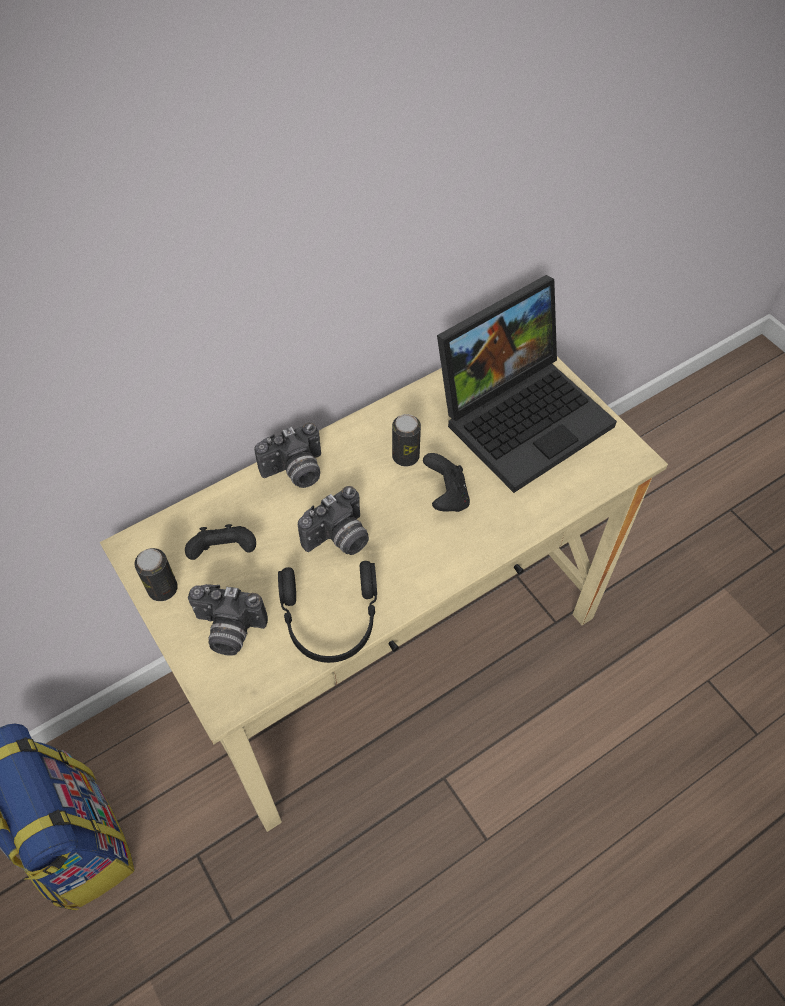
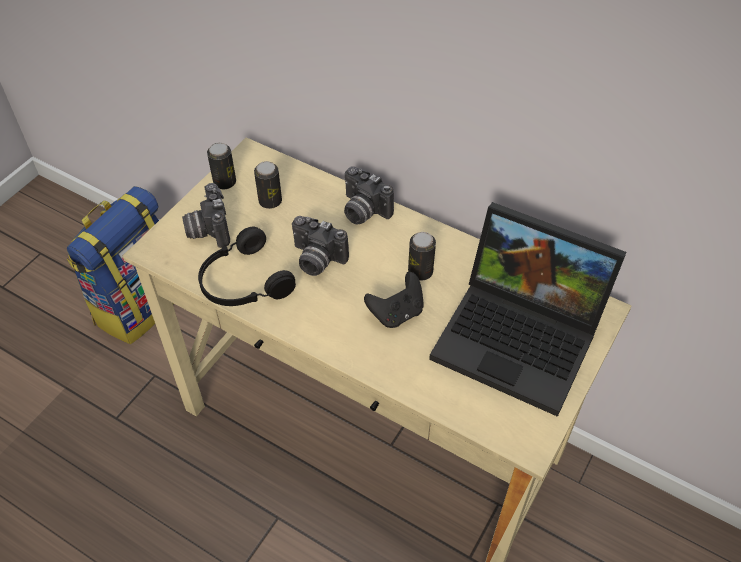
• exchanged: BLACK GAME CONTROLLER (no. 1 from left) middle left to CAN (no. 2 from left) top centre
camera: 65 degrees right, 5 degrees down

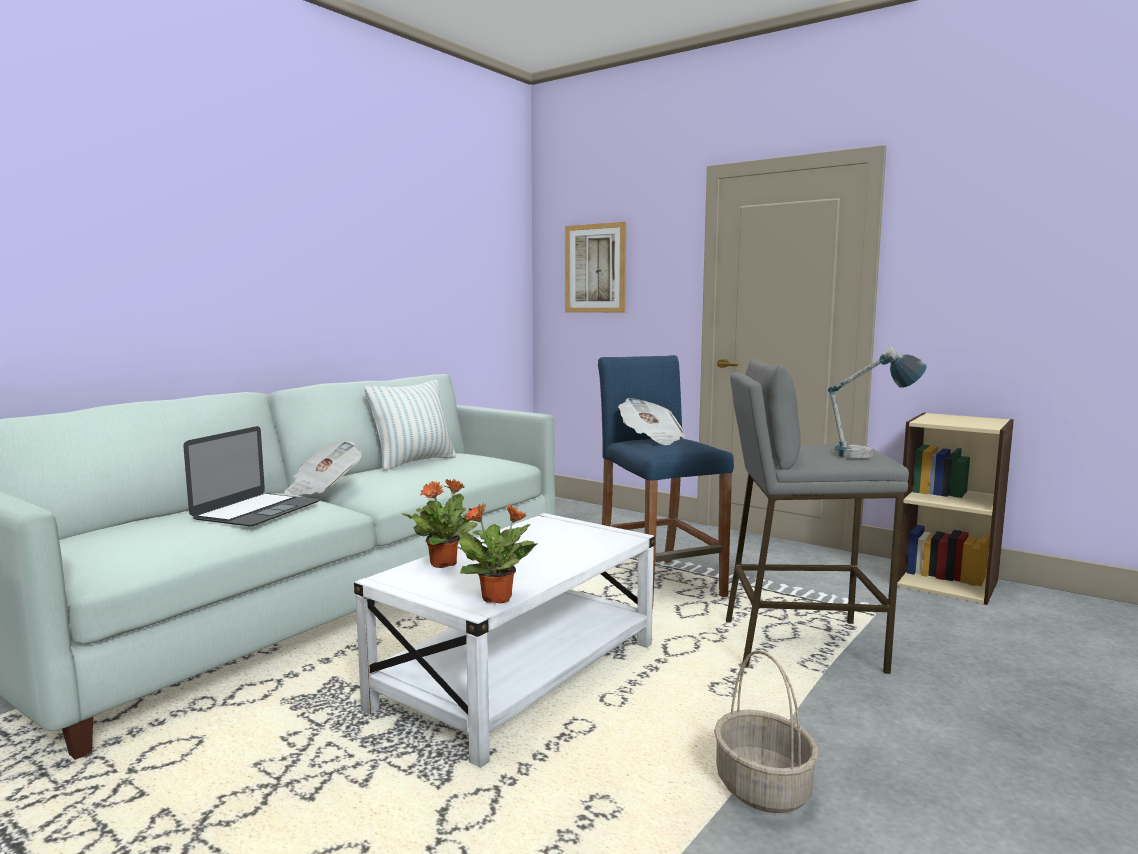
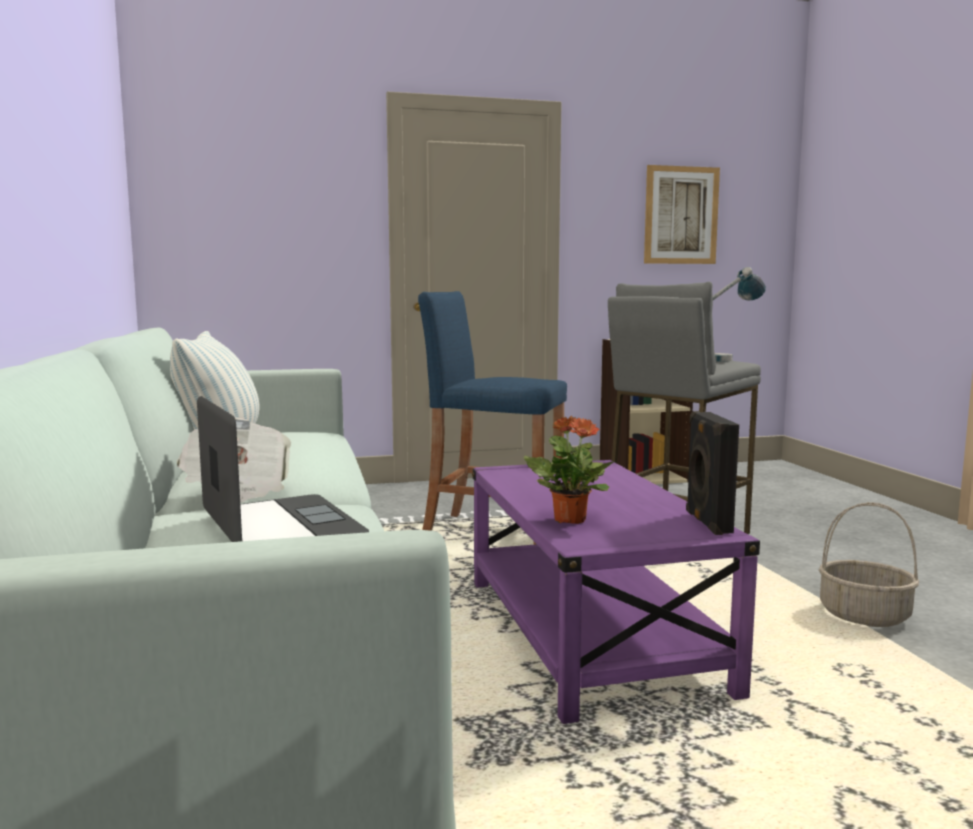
• relocated: PICTURE top centre to top right
• missing: NEWSPAPER (no. 2 from left) centre
• exchanged: POTTED PLANT (no. 2 from left) centre to BLACK SPEAKER middle right
• colour: WHITE COFFEE TABLE bottom centre to PURPLE COFFEE TABLE bottom centre
camera: 50 degrees left, 0 degrees up

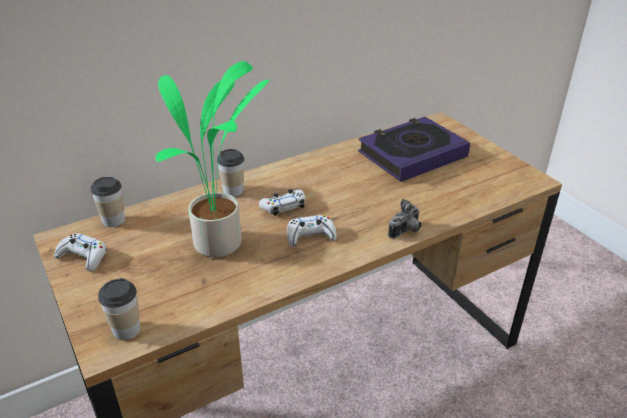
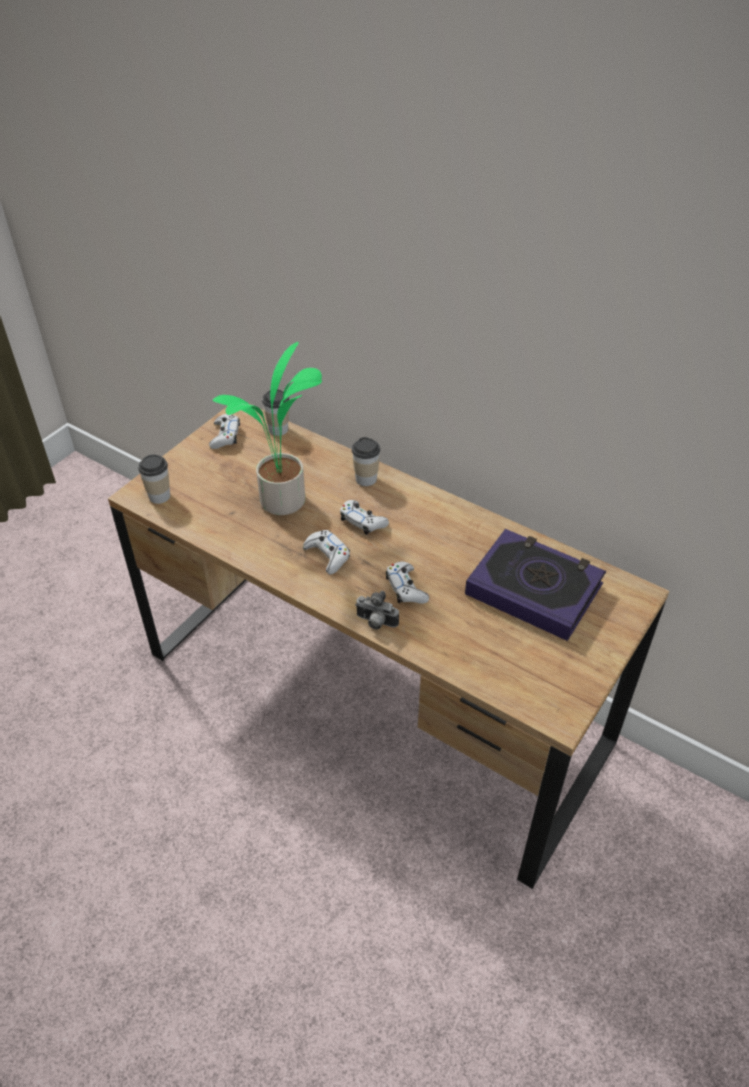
• appeared: WHITE GAME CONTROLLER (no. 4 from left) centre
camera: 65 degrees right, 10 degrees up

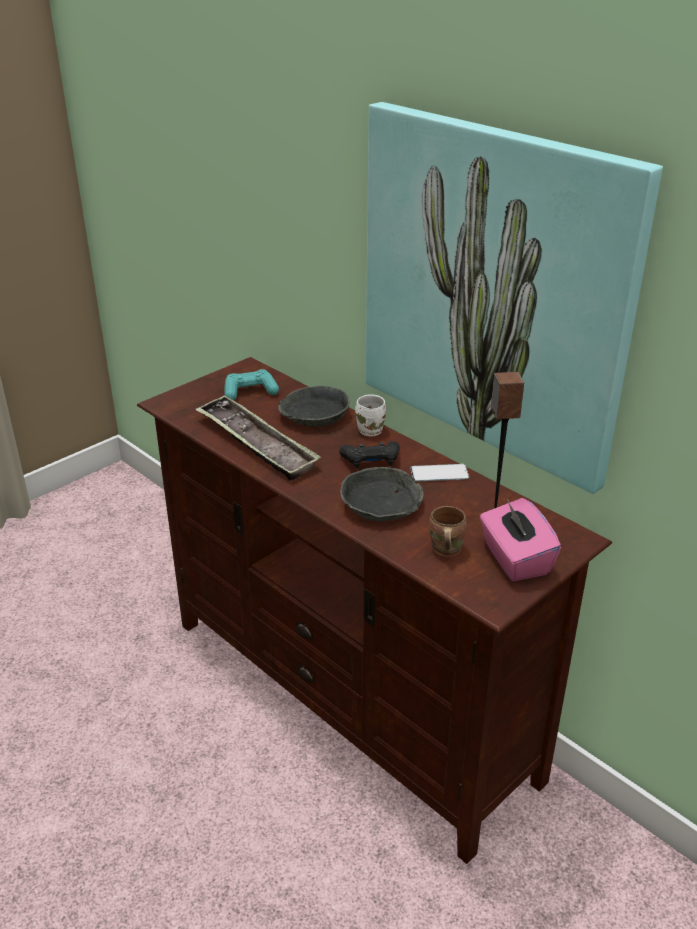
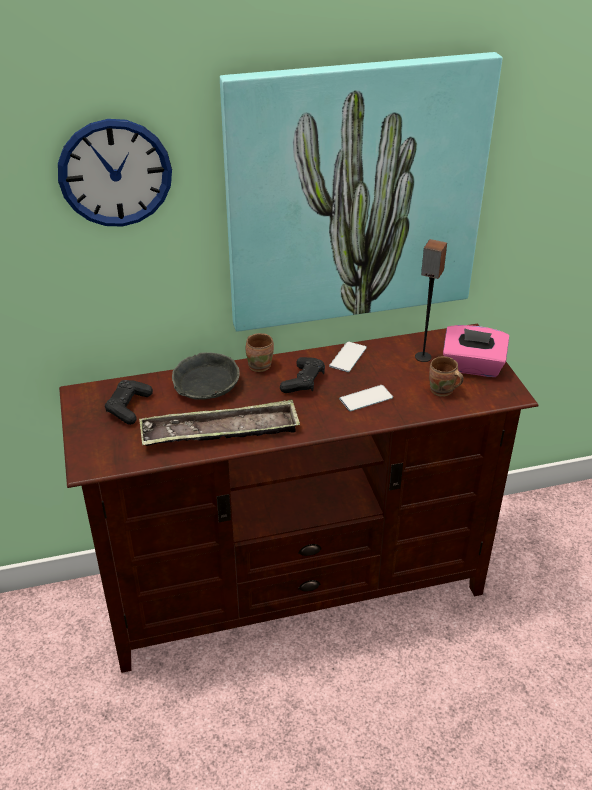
• colour: TURQUOISE GAME CONTROLLER centre to BLACK GAME CONTROLLER (no. 1 from left) middle left
• colour: WHITE MUG centre to BROWN MUG (no. 1 from left) centre
• exchanged: GREY BOWL (no. 2 from left) centre to PHONE (no. 2 from left) centre
• appeared: WALL CLOCK top left
camera: 60 degrees left, 5 degrees up

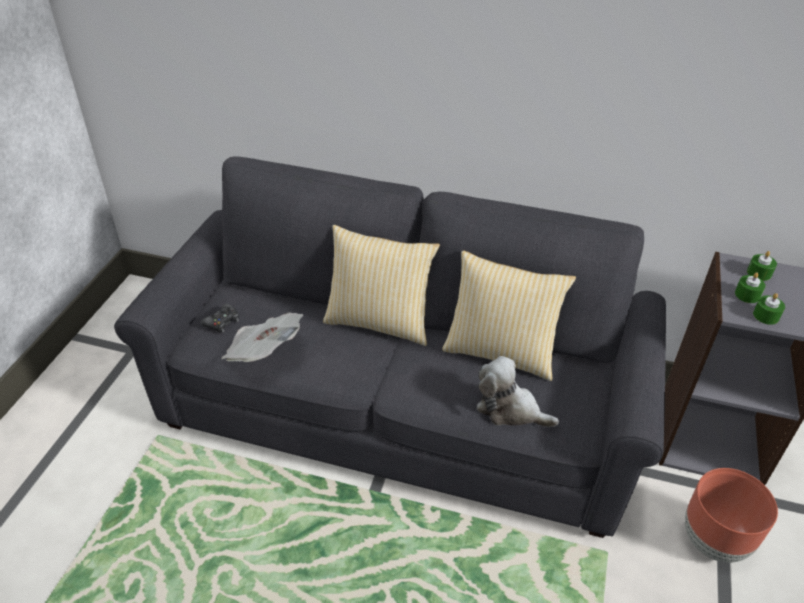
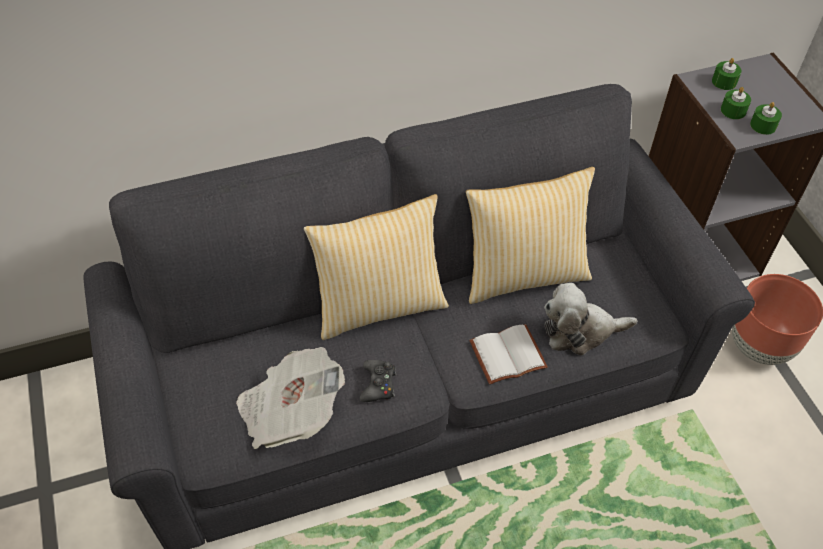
• relocated: BLACK GAME CONTROLLER middle left to bottom centre
• appeared: WHITE BOOK centre
camera: 35 degrees left, 10 degrees up

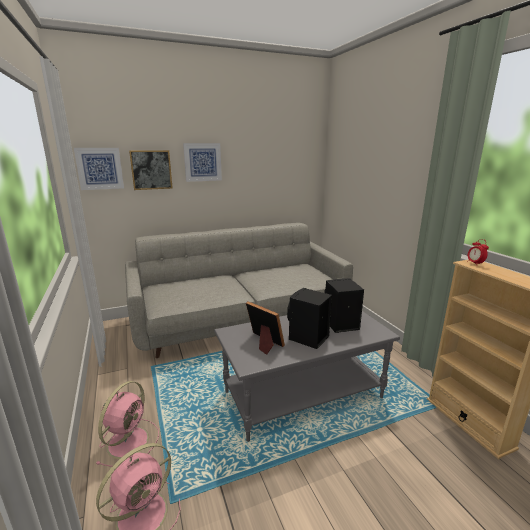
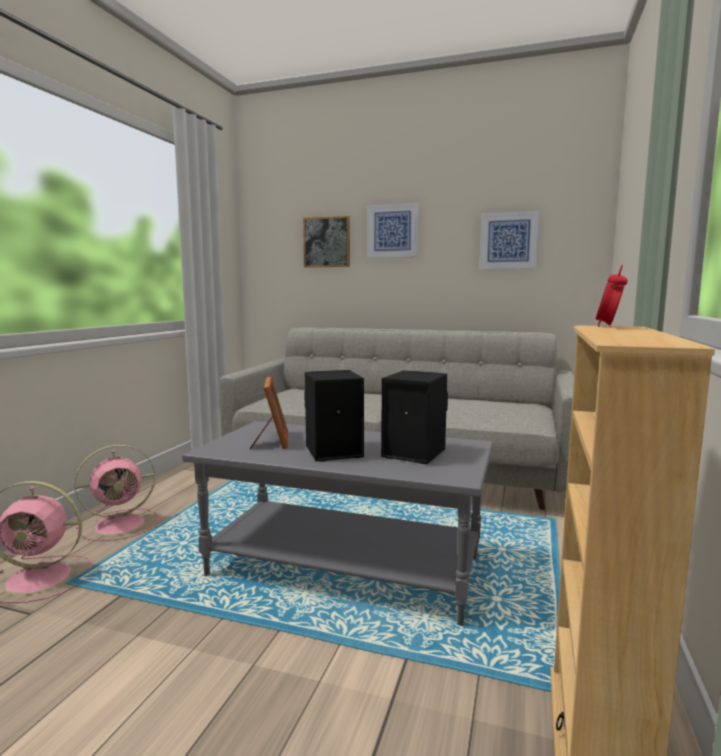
• relocated: PICTURE (no. 1 from left in the first image) top left to PICTURE (no. 3 from left) top right
camera: 40 degrees right, 10 degrees down

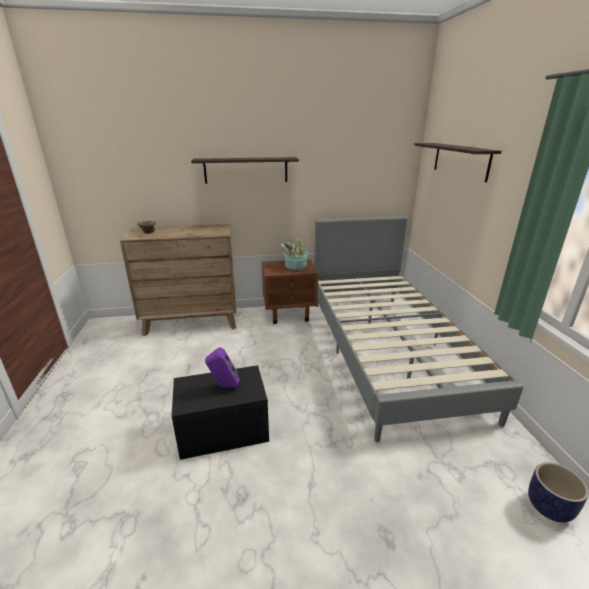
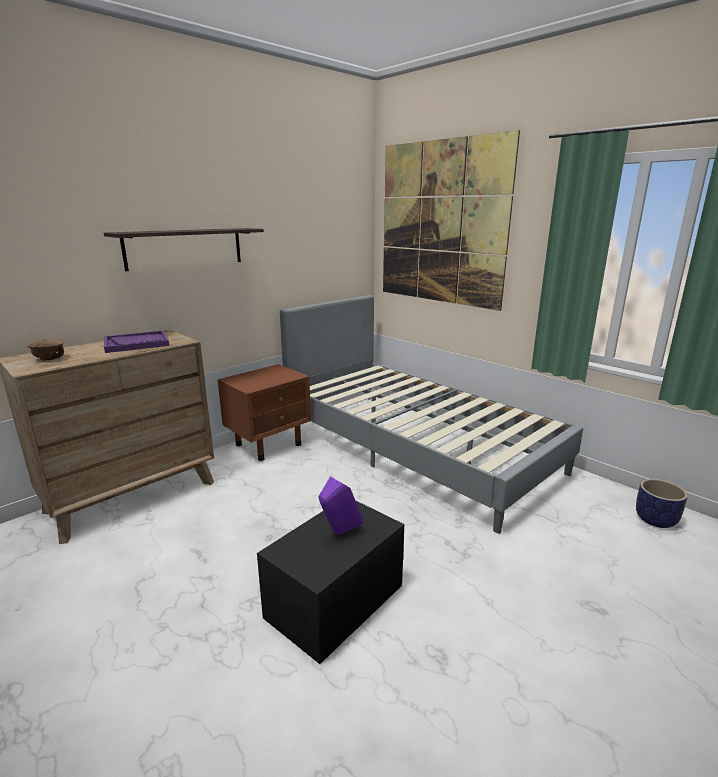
• exchanged: SHELF (no. 2 from left) top right to PICTURE top centre
• missing: POTTED PLANT centre
• appeared: PURPLE TRAY middle left
camera: 35 degrees left, 5 degrees down

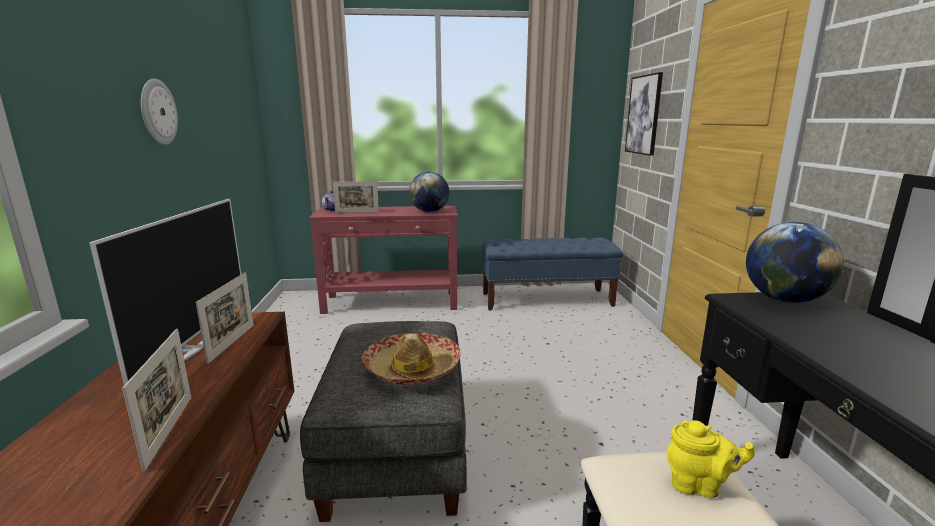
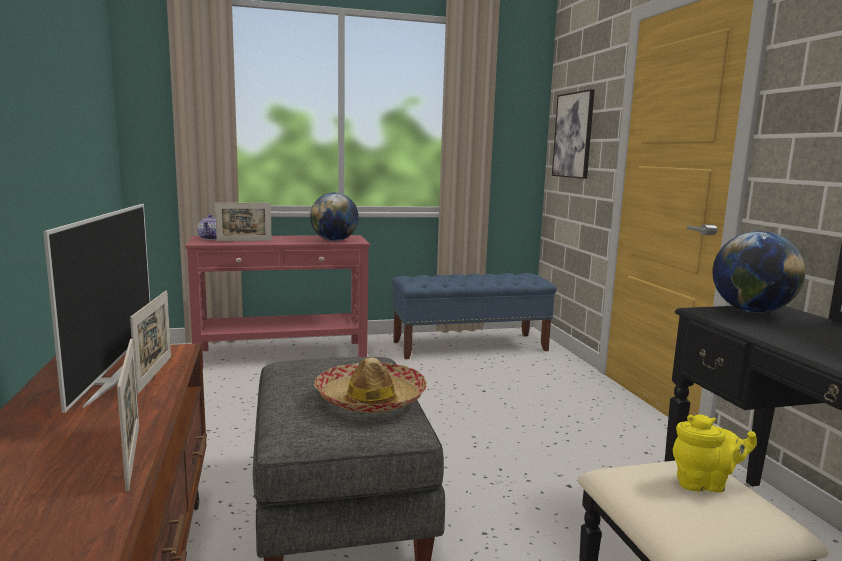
• missing: WALL CLOCK top left
camera: 10 degrees left, 5 degrees down

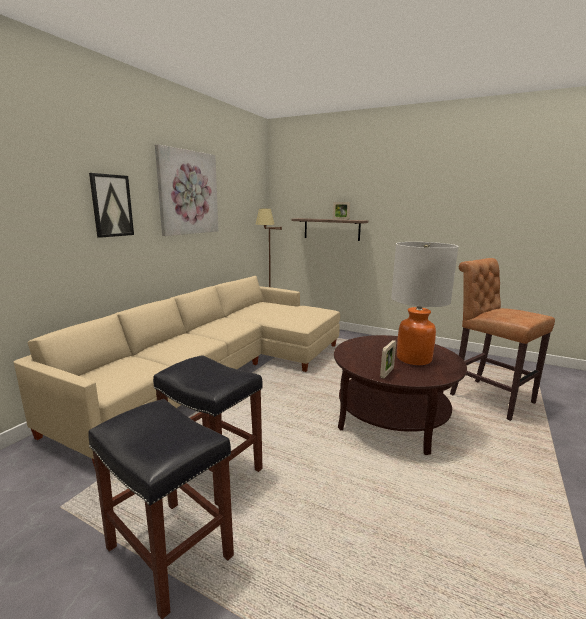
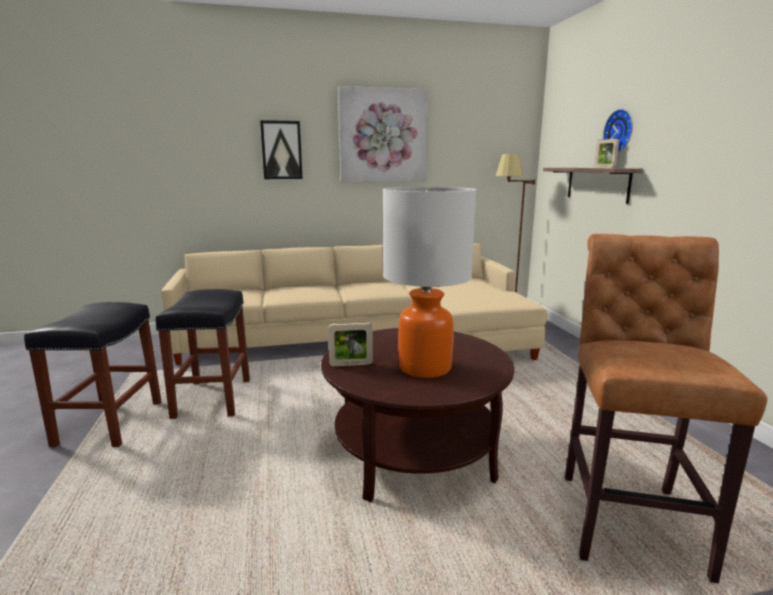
• appeared: WALL CLOCK top right
camera: 50 degrees right, 0 degrees up

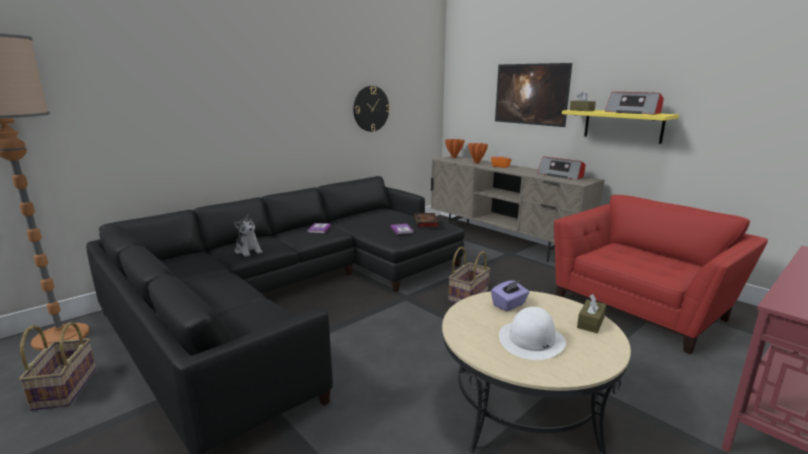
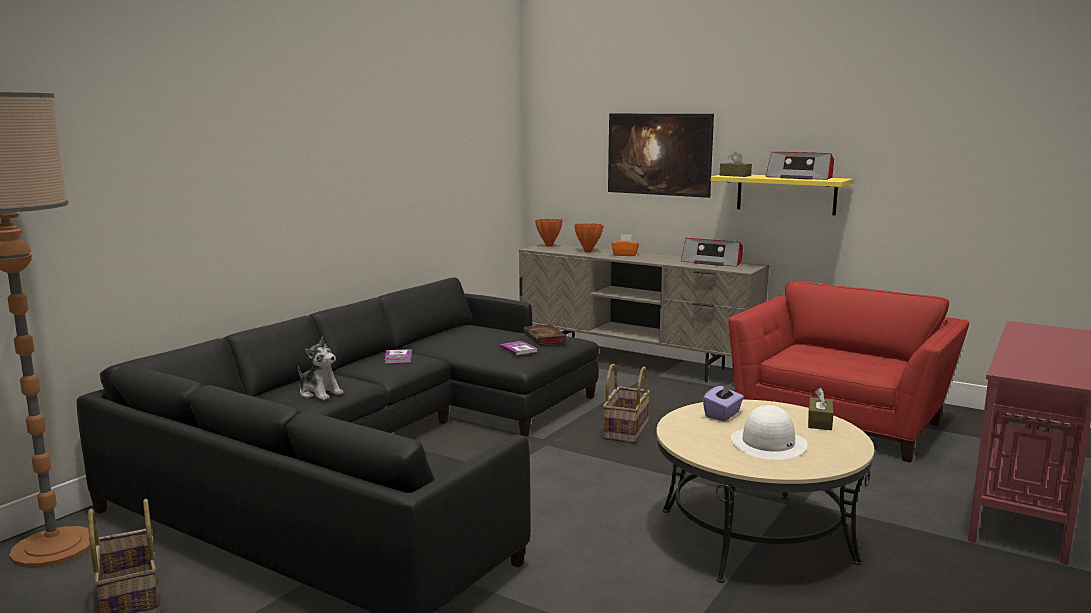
• missing: WALL CLOCK top centre
camera: 15 degrees left, 5 degrees down

